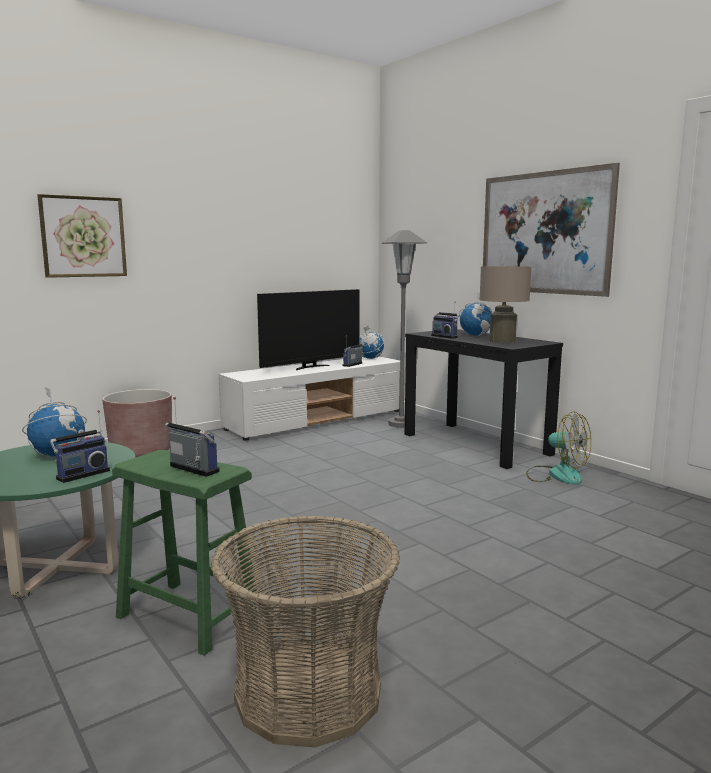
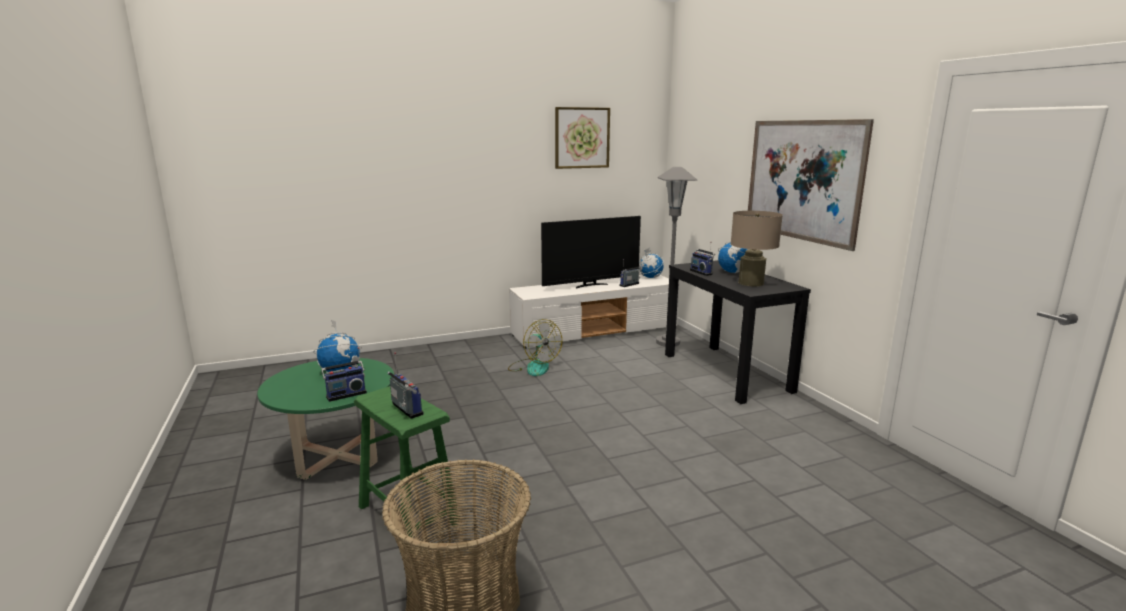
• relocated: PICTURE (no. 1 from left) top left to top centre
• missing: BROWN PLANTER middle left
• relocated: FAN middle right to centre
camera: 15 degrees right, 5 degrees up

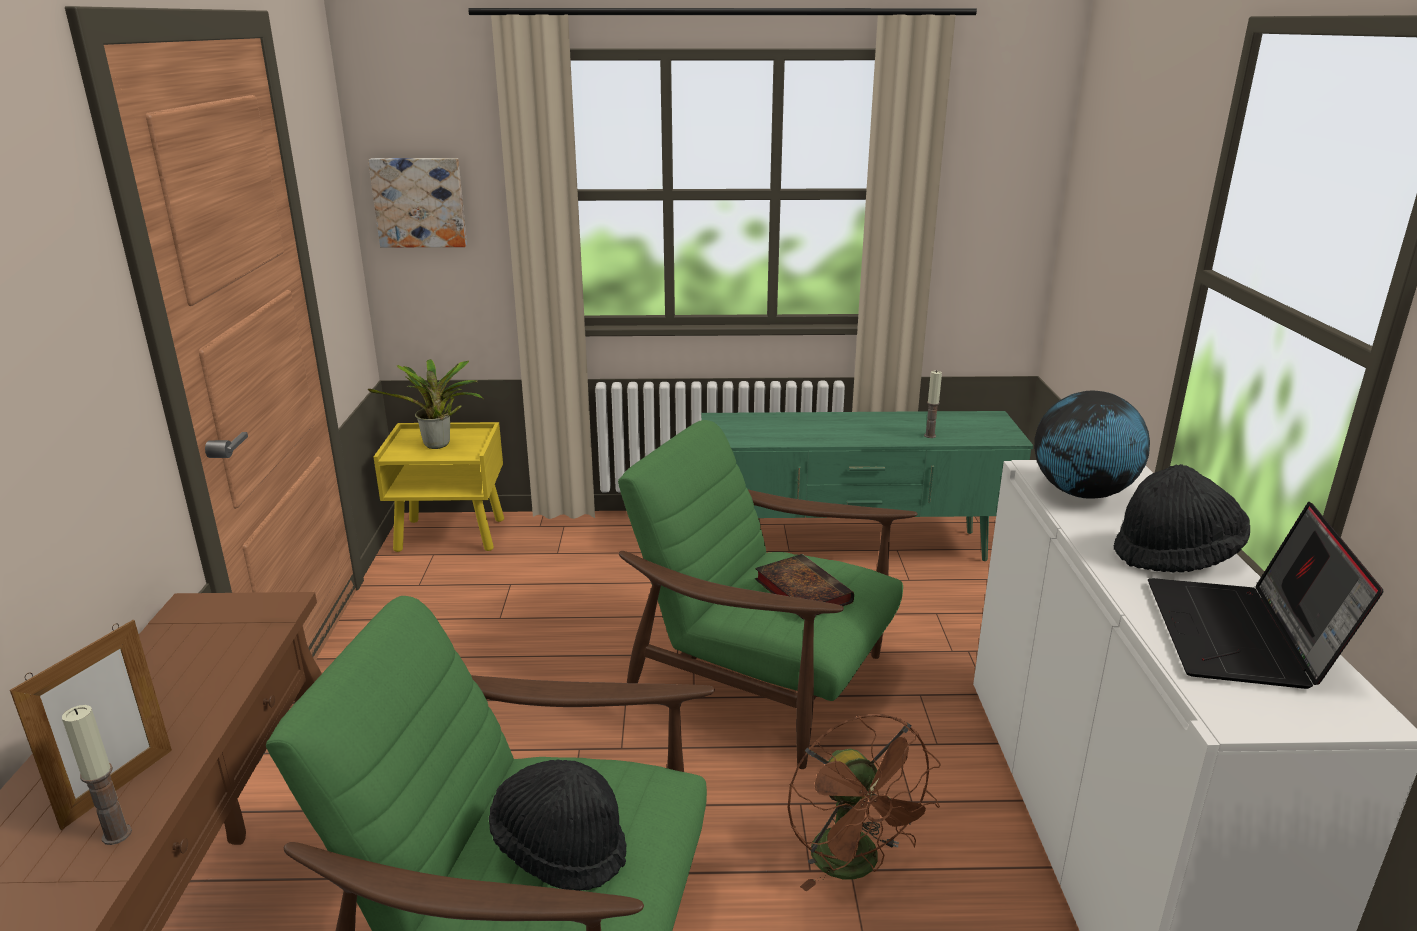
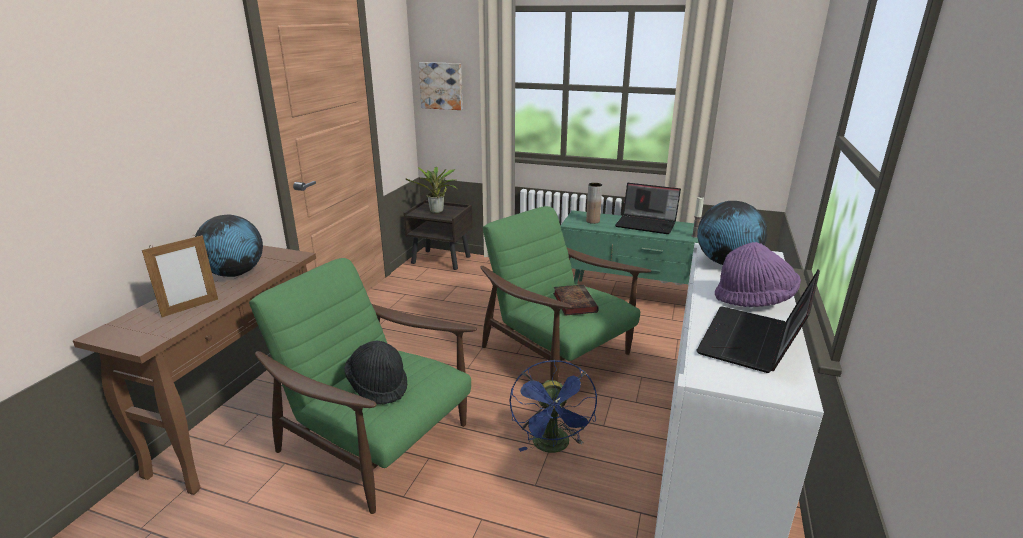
• colour: YELLOW NIGHTSTAND middle left to BROWN NIGHTSTAND centre
• colour: BLACK HAT (no. 2 from left) middle right to PURPLE HAT middle right
• missing: CANDLE (no. 1 from left) bottom left
• colour: BROWN FAN bottom centre to BLUE FAN bottom centre
• appeared: BROWN VASE centre
• appeared: LAPTOP (no. 1 from left) centre
• appeared: GLOBE (no. 1 from left) middle left
camera: 20 degrees right, 0 degrees up

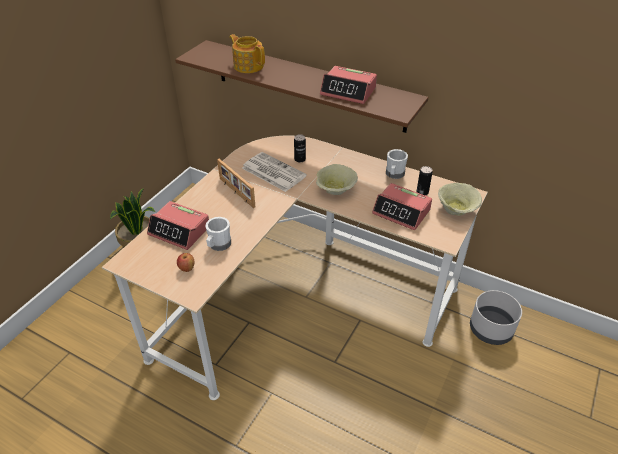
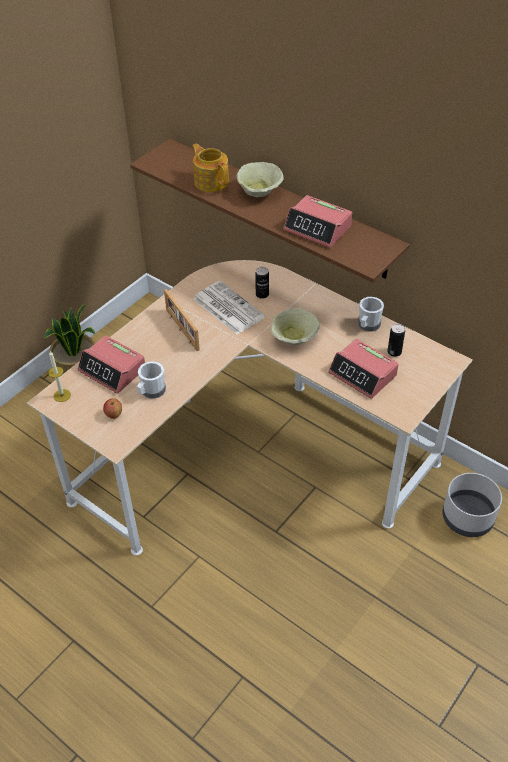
• relocated: BEIGE BOWL (no. 2 from left in the first image) middle right to BEIGE BOWL (no. 1 from left) top centre
• appeared: CANDLE middle left
camera: 10 degrees right, 5 degrees up

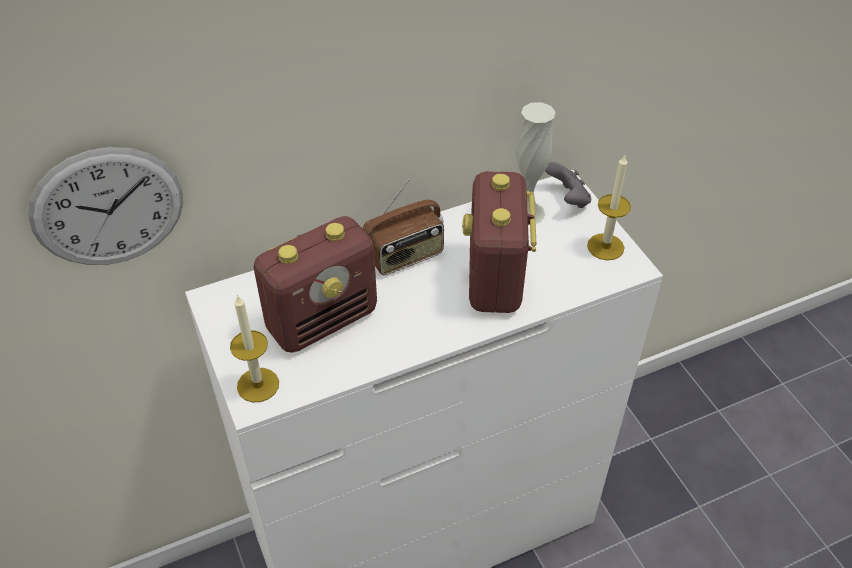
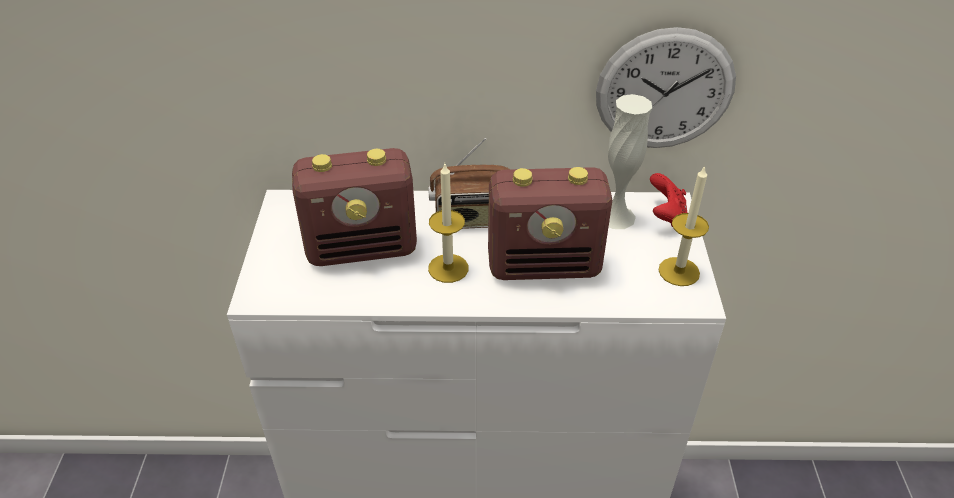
• relocated: WALL CLOCK middle left to top right
• colour: GREY GAME CONTROLLER top right to RED GAME CONTROLLER middle right
• spun: RADIO (no. 3 from left) centre = centre 120 degrees counterclockwise
• relocated: CANDLE (no. 1 from left) middle left to centre
camera: 25 degrees right, 5 degrees down

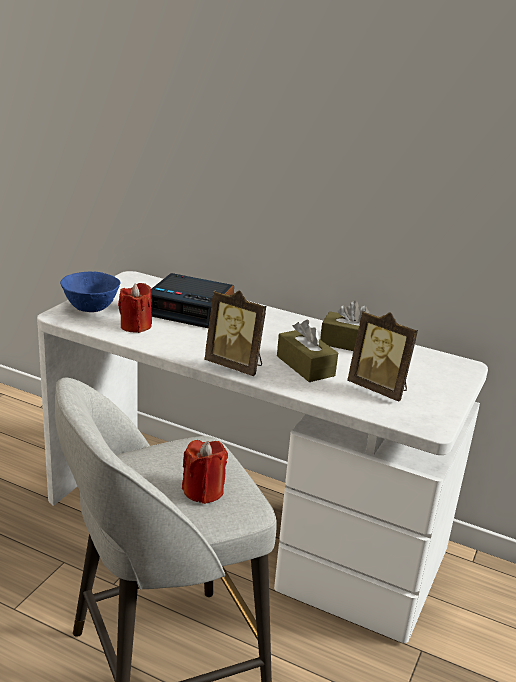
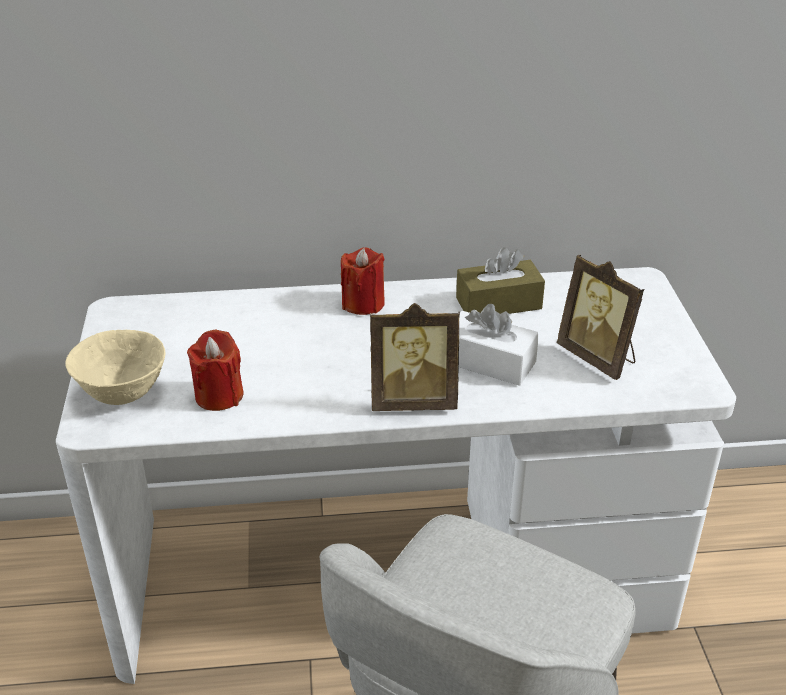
• colour: BLUE BOWL middle left to BEIGE BOWL middle left
• missing: ALARM CLOCK centre
• spun: PICTURE FRAME (no. 2 from left) middle right = middle right 45 degrees clockwise
• colour: BROWN TISSUE BOX (no. 1 from left) centre to WHITE TISSUE BOX centre
• relocated: RED CANDLE (no. 2 from left) bottom centre to centre
camera: 30 degrees left, 10 degrees up

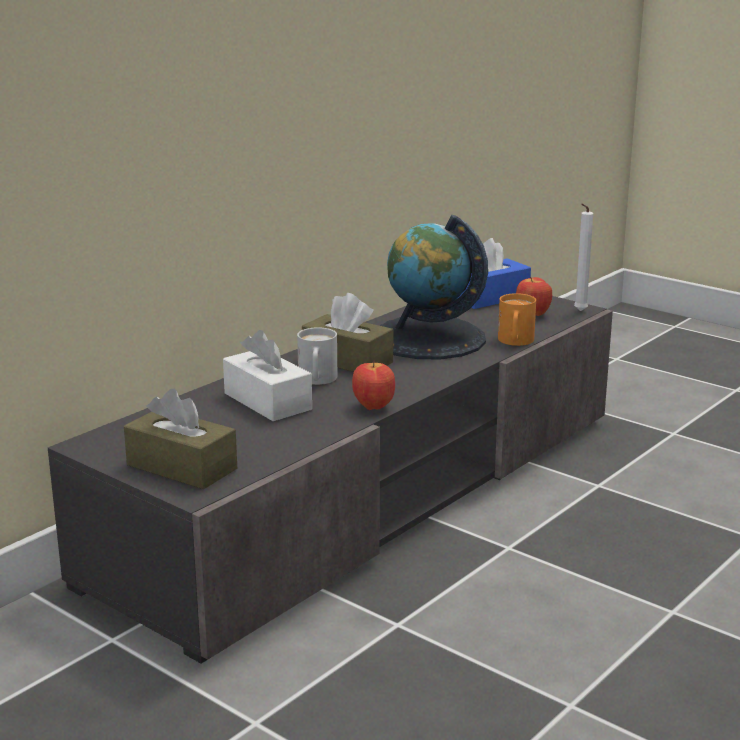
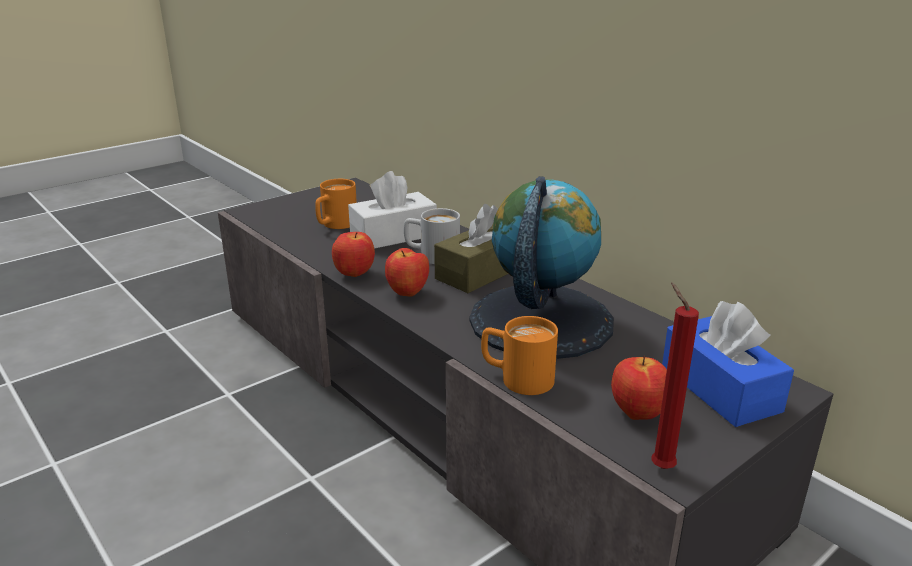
• colour: WHITE CANDLE middle right to RED CANDLE middle right
• missing: BROWN TISSUE BOX (no. 1 from left) middle left
• appeared: ORANGE MUG (no. 1 from left) centre
• appeared: APPLE (no. 2 from left) centre
camera: 100 degrees right, 5 degrees up

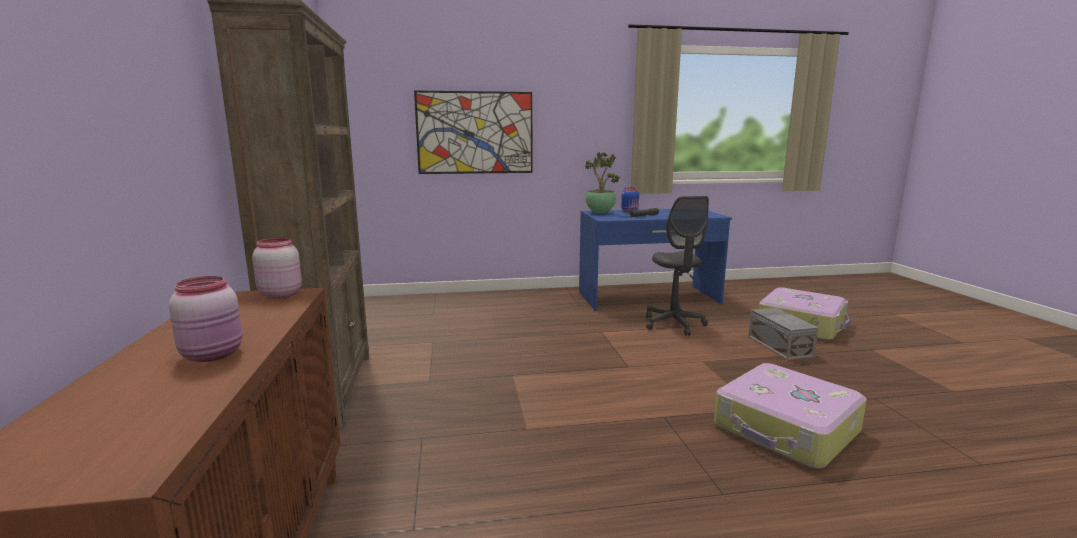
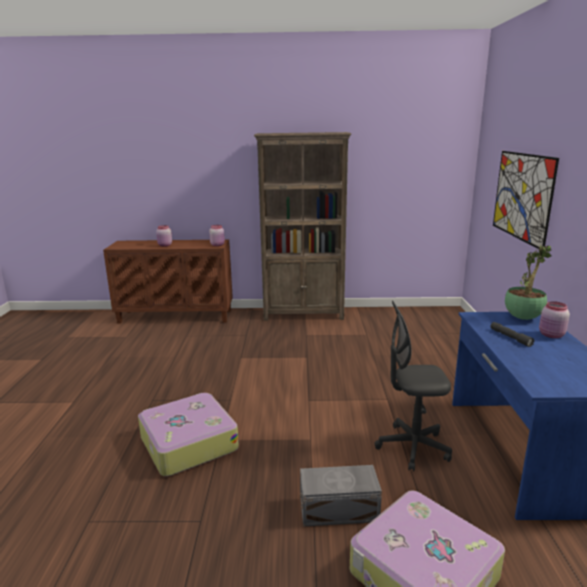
• colour: BLUE JAR centre to PINK JAR (no. 3 from left) middle right
camera: 100 degrees right, 5 degrees up

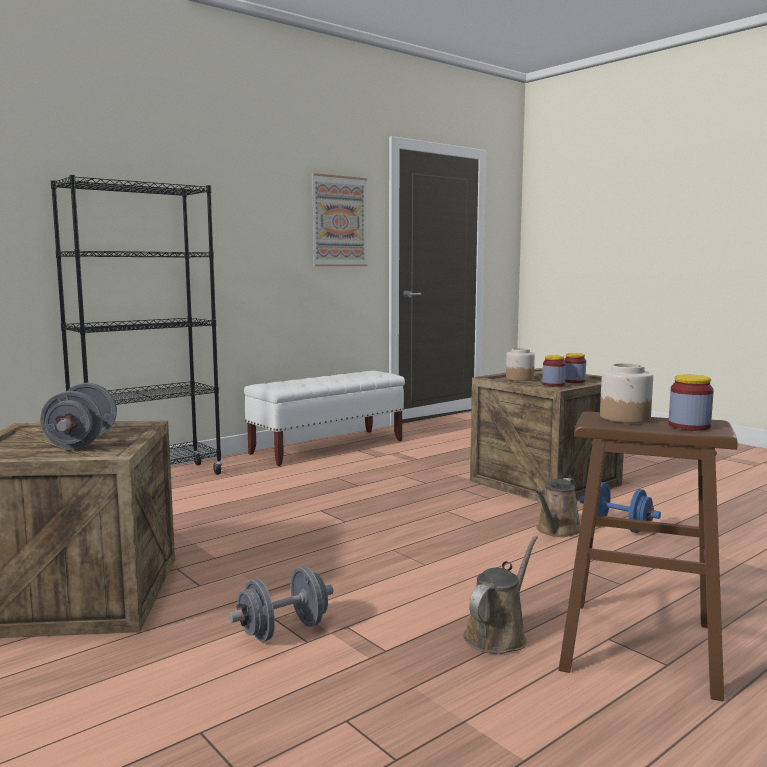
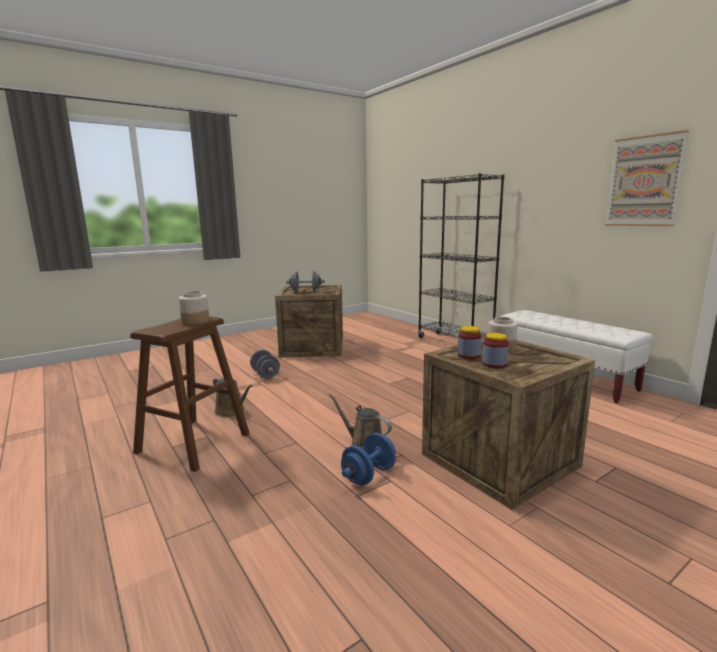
• missing: JAR (no. 5 from left) middle right
camera: 95 degrees right, 5 degrees up

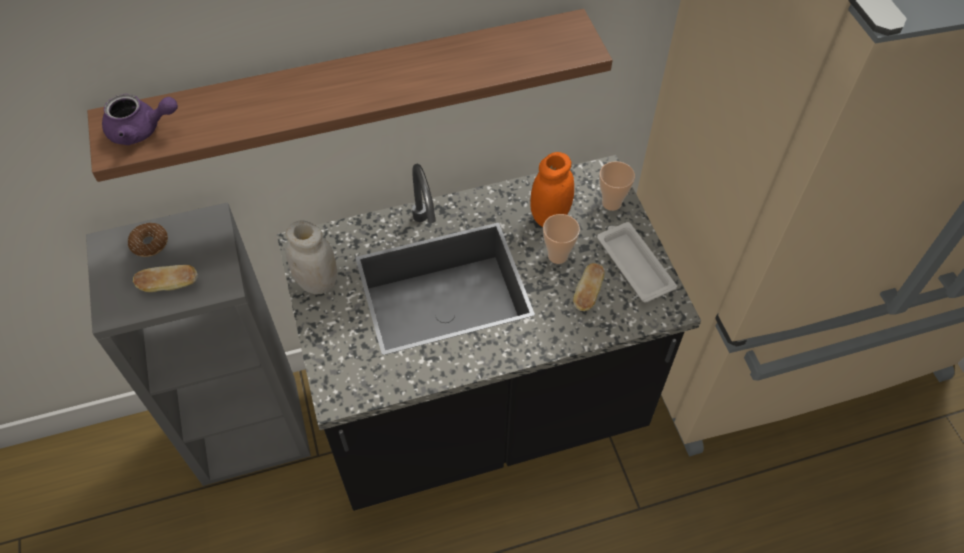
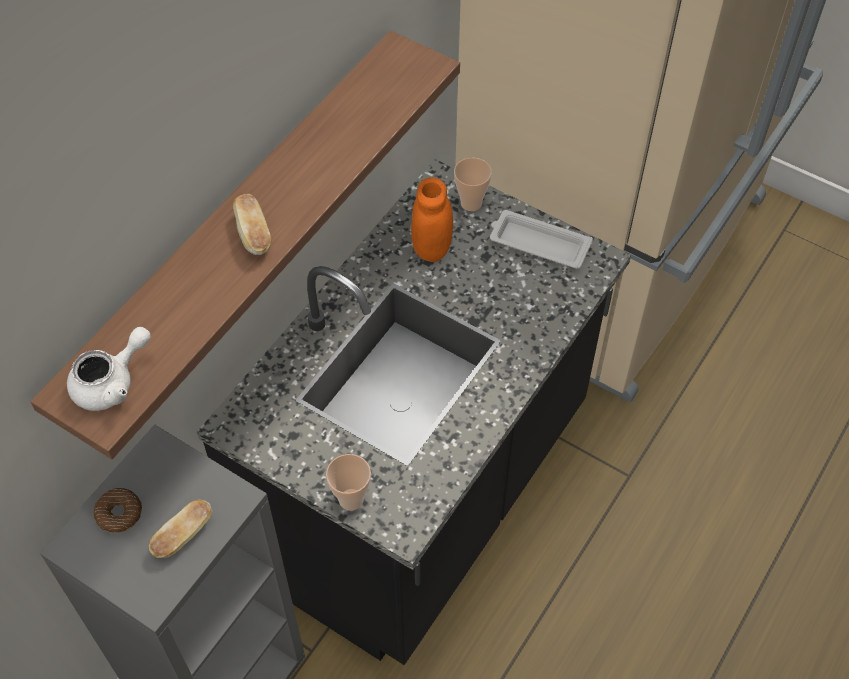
• colour: PURPLE TEAPOT top left to WHITE TEAPOT middle left
• relocated: CUP (no. 1 from left) centre to bottom centre
• missing: WHITE JAR middle left
• relocated: BREAD (no. 2 from left) centre to top left
camera: 40 degrees left, 0 degrees up

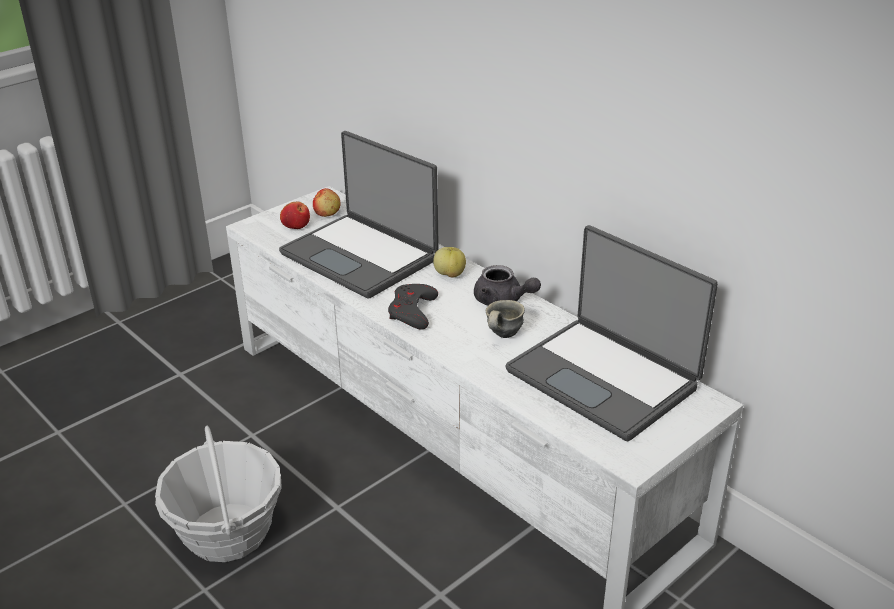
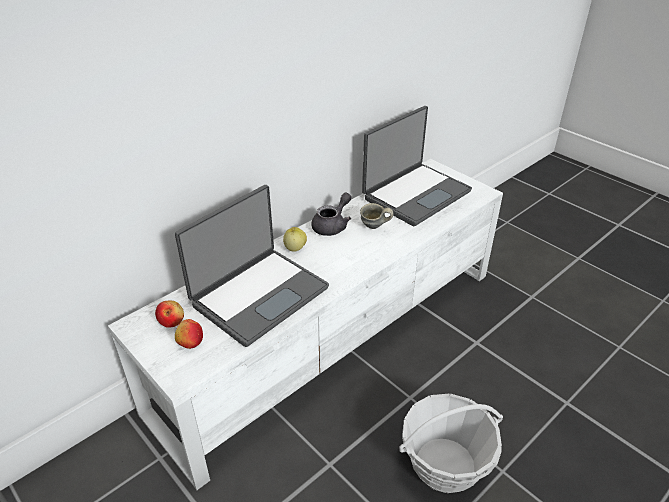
• missing: GREY GAME CONTROLLER centre
camera: 90 degrees left, 5 degrees up

